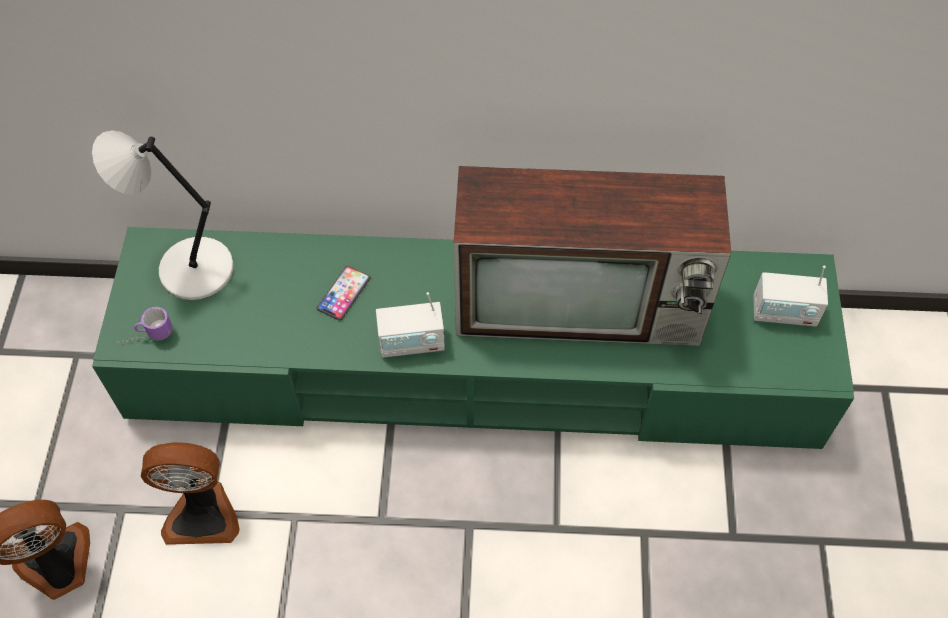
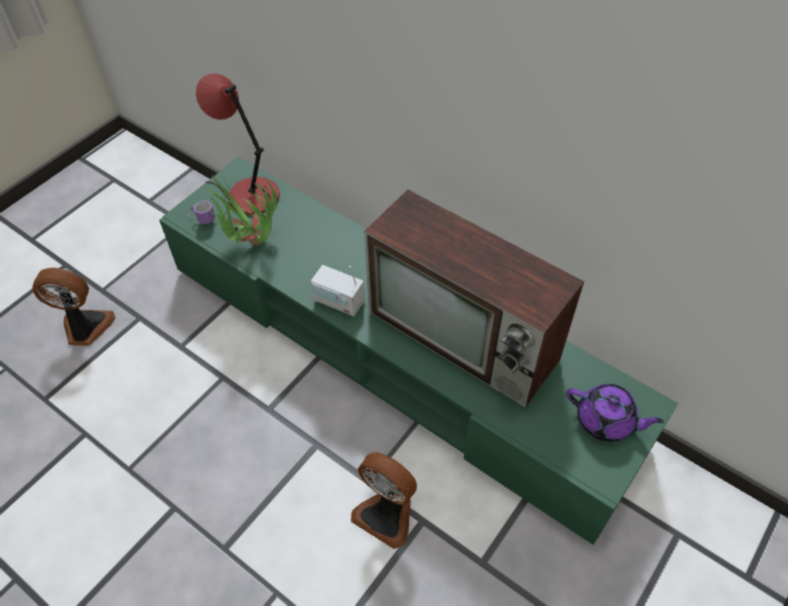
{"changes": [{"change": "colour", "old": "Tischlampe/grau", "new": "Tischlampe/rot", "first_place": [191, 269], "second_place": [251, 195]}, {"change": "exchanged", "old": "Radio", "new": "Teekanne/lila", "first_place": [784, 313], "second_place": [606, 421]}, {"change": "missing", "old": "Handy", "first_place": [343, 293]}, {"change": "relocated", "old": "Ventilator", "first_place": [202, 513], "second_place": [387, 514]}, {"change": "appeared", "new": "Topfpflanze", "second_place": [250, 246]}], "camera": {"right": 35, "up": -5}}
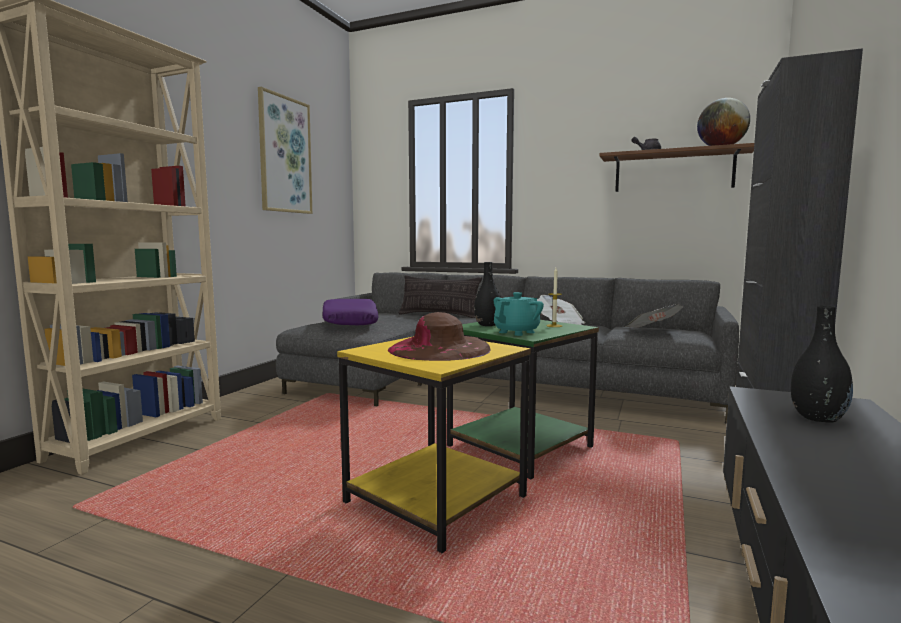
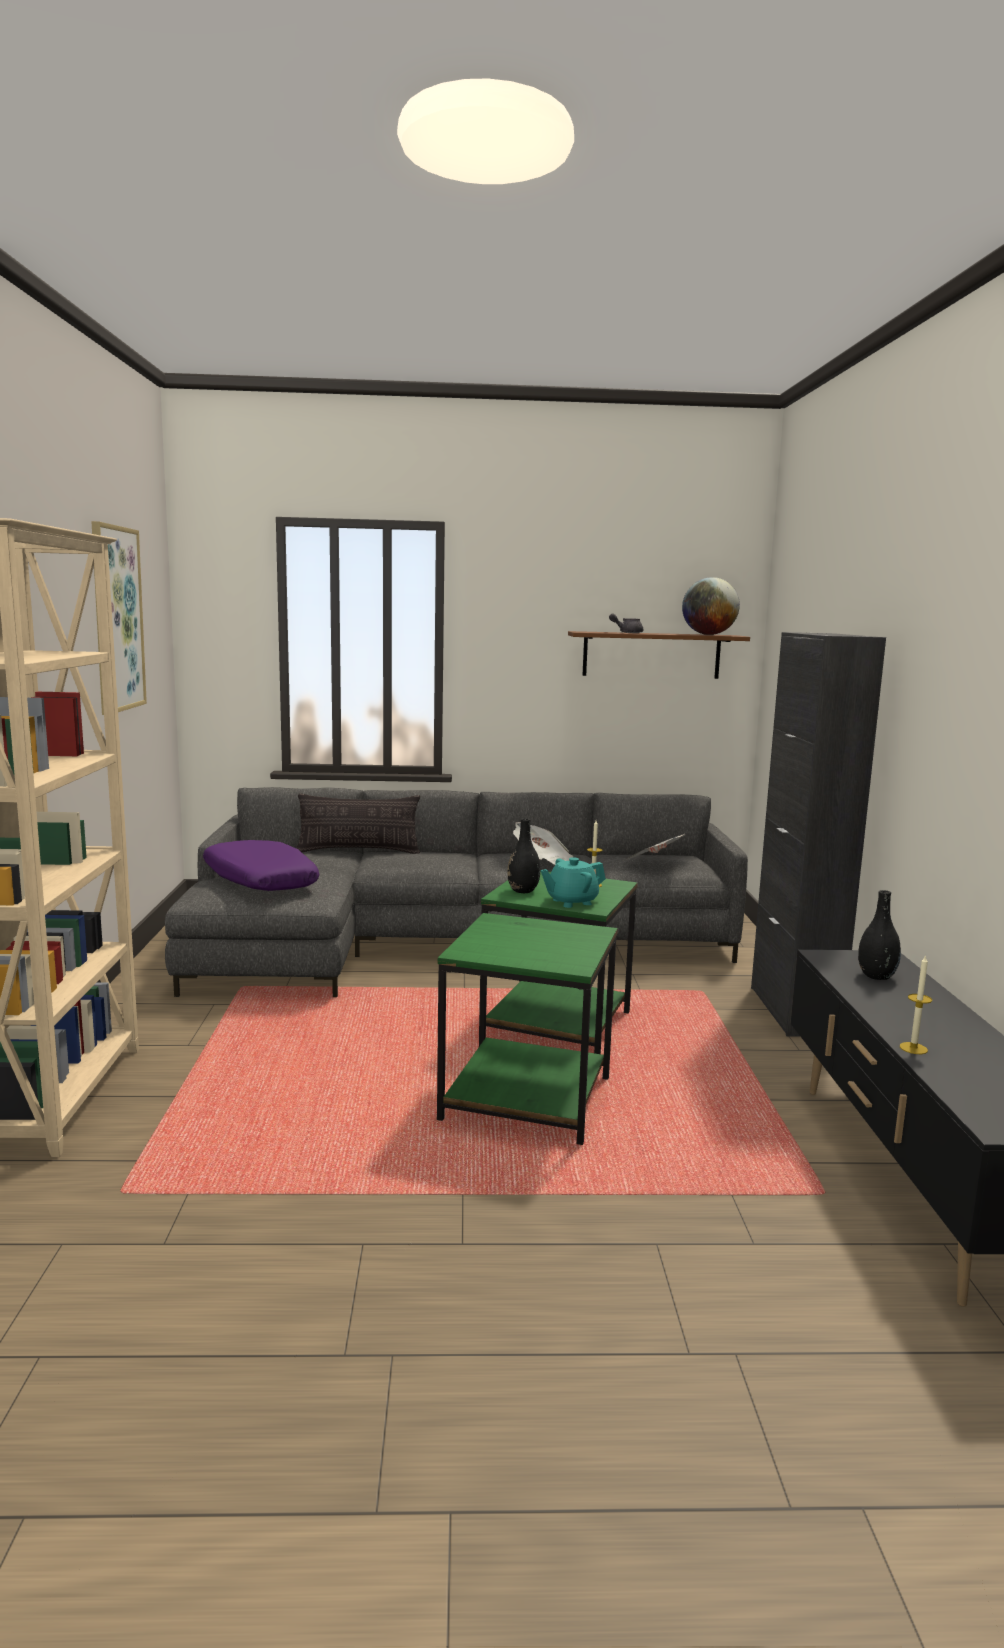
{"changes": [{"change": "spun", "old": "Teekanne/türkis", "first_place": [517, 332], "second_place": [571, 902], "degrees": -135}, {"change": "missing", "old": "Hut/braun", "first_place": [439, 349]}, {"change": "colour", "old": "Beistelltisch/gelb", "new": "Beistelltisch/grün", "first_place": [438, 500], "second_place": [529, 1098]}, {"change": "appeared", "new": "Kerze", "second_place": [913, 1048]}], "camera": {"right": -25, "up": 5}}
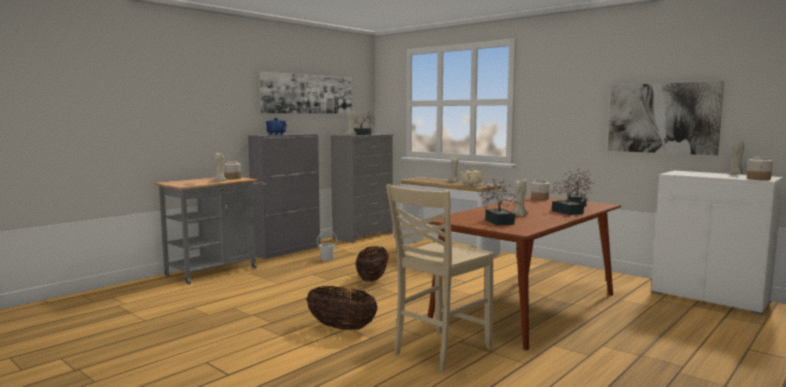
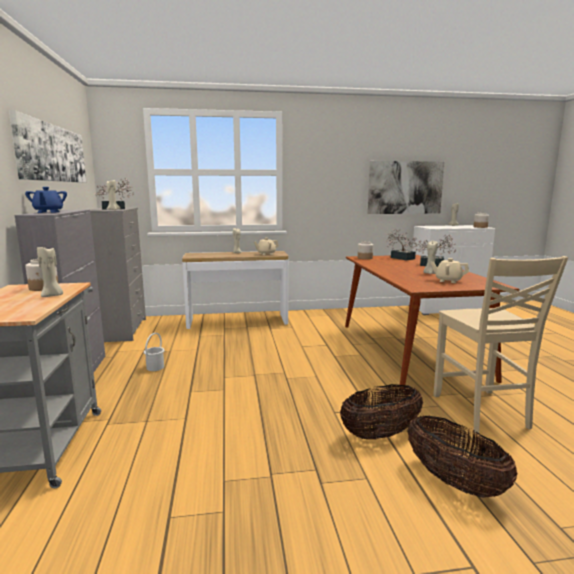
{"changes": [{"change": "exchanged", "old": "Topfpflanze", "new": "Teekanne/beige", "first_place": [498, 221], "second_place": [448, 281]}, {"change": "relocated", "old": "Korb", "first_place": [372, 279], "second_place": [454, 481]}], "camera": {"right": -50, "up": 5}}
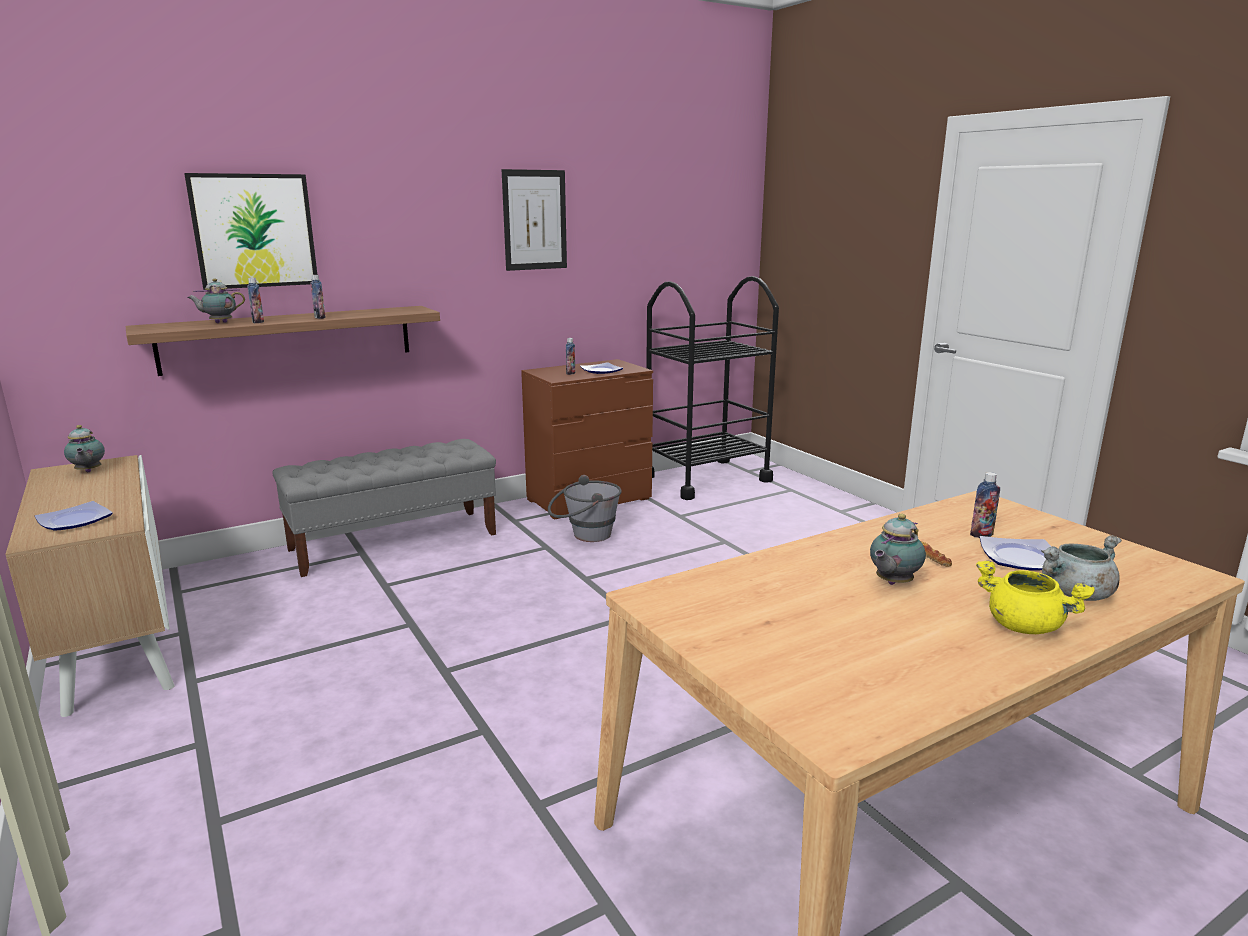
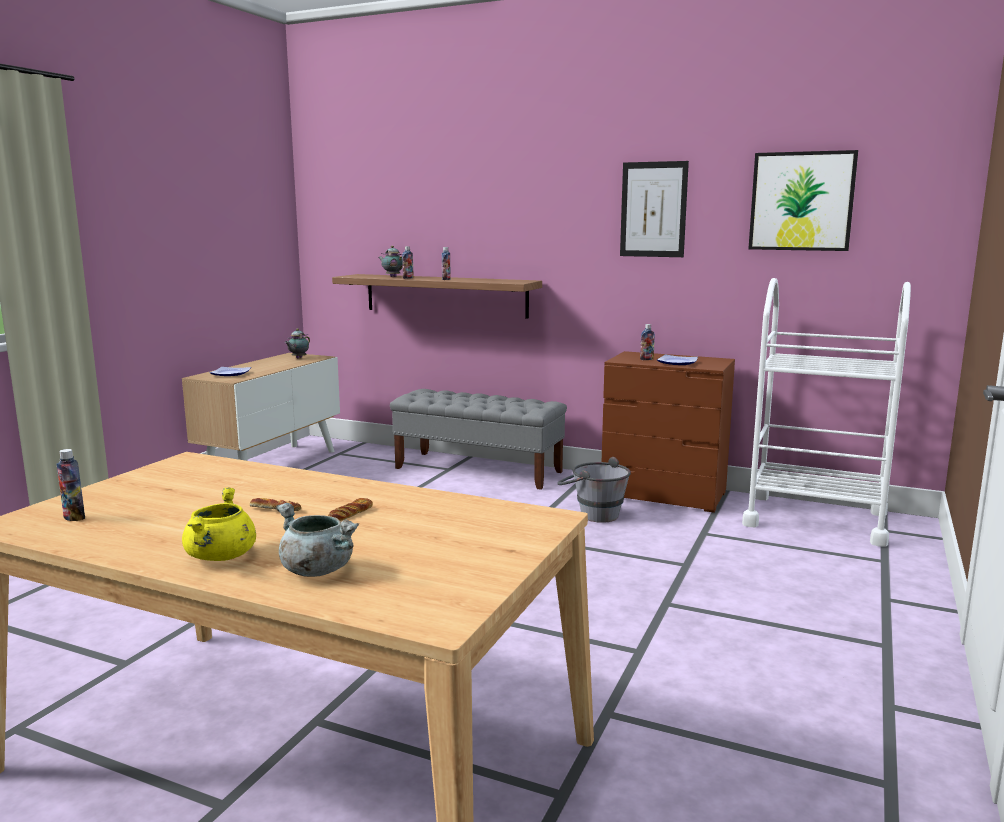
{"changes": [{"change": "relocated", "old": "Bild", "first_place": [254, 231], "second_place": [801, 201]}, {"change": "colour", "old": "Rollwagen/schwarz", "new": "Rollwagen/weiß", "first_place": [706, 479], "second_place": [815, 519]}, {"change": "relocated", "old": "Flasche", "first_place": [981, 534], "second_place": [74, 517]}, {"change": "exchanged", "old": "Teekanne", "new": "Brot", "first_place": [892, 583], "second_place": [275, 509]}, {"change": "missing", "old": "Teller", "first_place": [1022, 559]}], "camera": {"right": 55, "up": -5}}
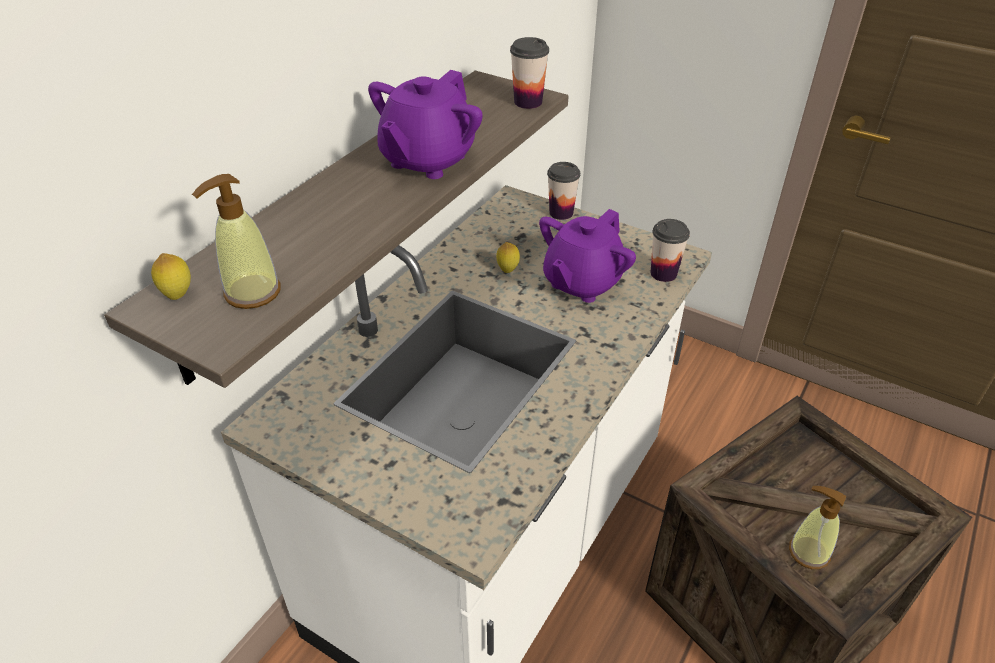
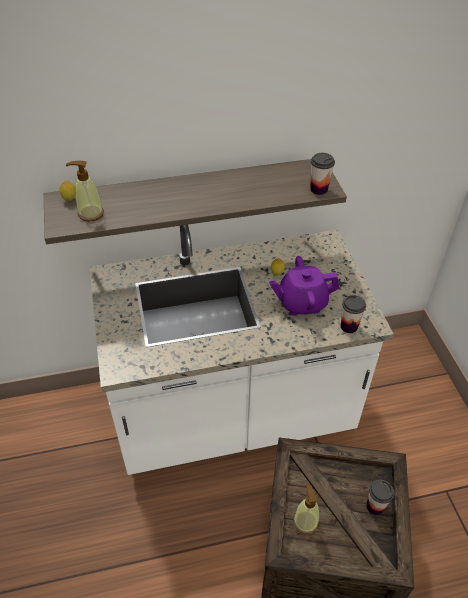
{"changes": [{"change": "missing", "old": "Teekanne/lila", "first_place": [427, 160]}, {"change": "relocated", "old": "Tasse", "first_place": [561, 213], "second_place": [375, 506]}], "camera": {"right": 45, "up": 5}}
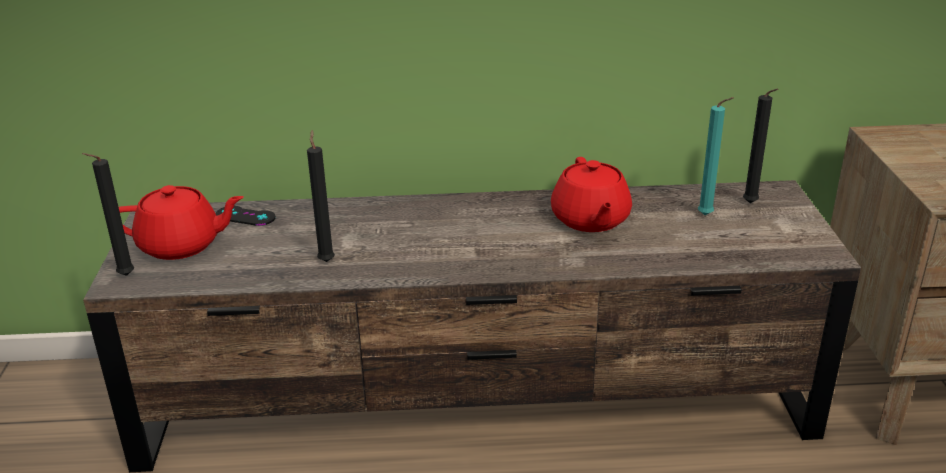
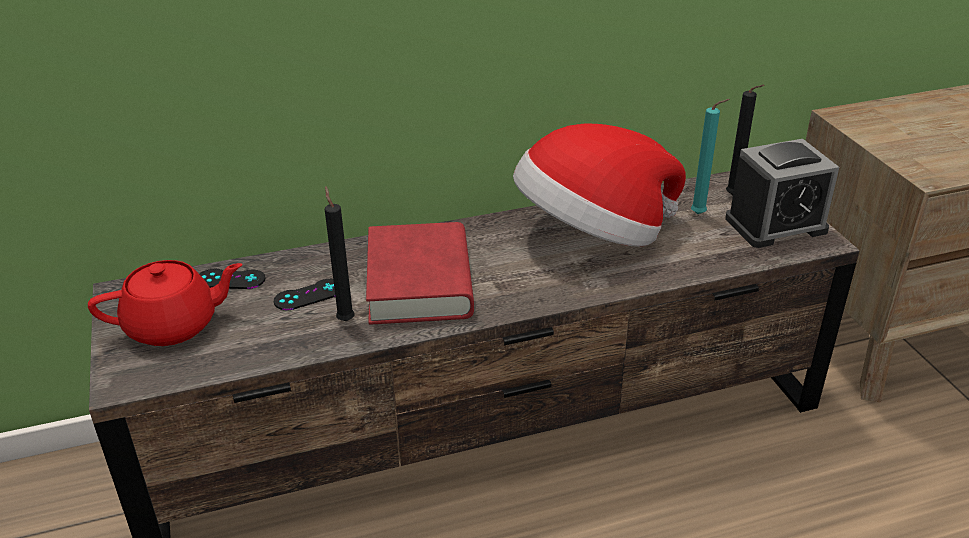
{"changes": [{"change": "missing", "old": "Kerze/schwarz", "first_place": [123, 276]}, {"change": "exchanged", "old": "Teekanne/rot", "new": "Hut", "first_place": [590, 220], "second_place": [593, 234]}, {"change": "appeared", "new": "Wecker", "second_place": [775, 225]}, {"change": "appeared", "new": "Buch/rot", "second_place": [419, 283]}, {"change": "appeared", "new": "Gamepad/schwarz", "second_place": [309, 295]}], "camera": {"right": -15, "up": 5}}
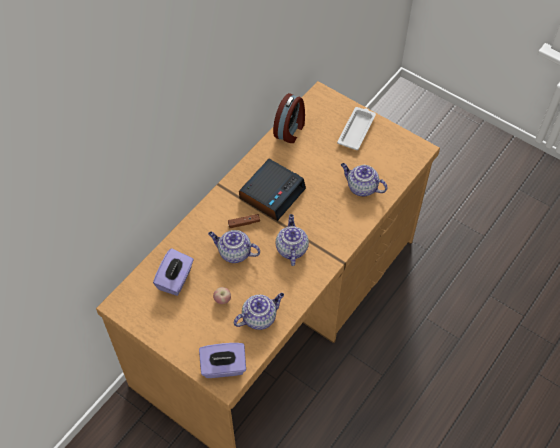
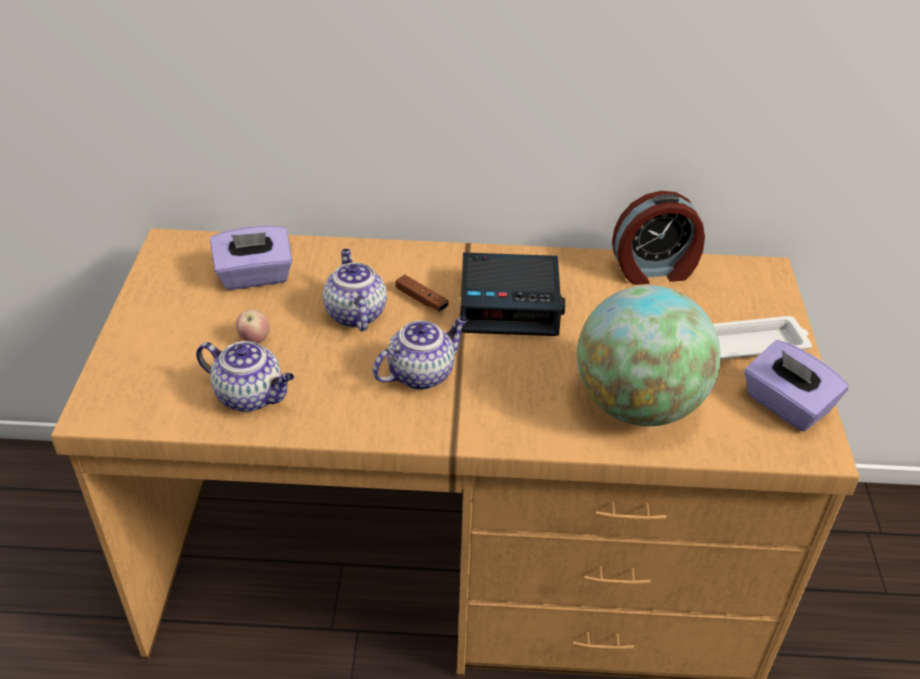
{"changes": [{"change": "exchanged", "old": "Teekanne", "new": "Globus", "first_place": [361, 187], "second_place": [637, 404]}, {"change": "relocated", "old": "Taschentuchbox/lila", "first_place": [223, 367], "second_place": [786, 405]}], "camera": {"right": 55, "up": -15}}
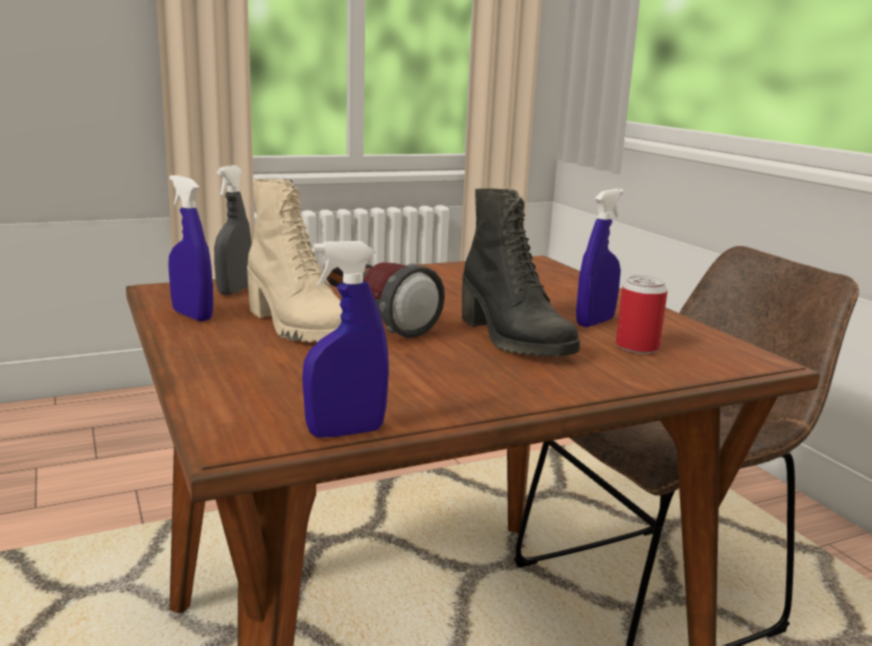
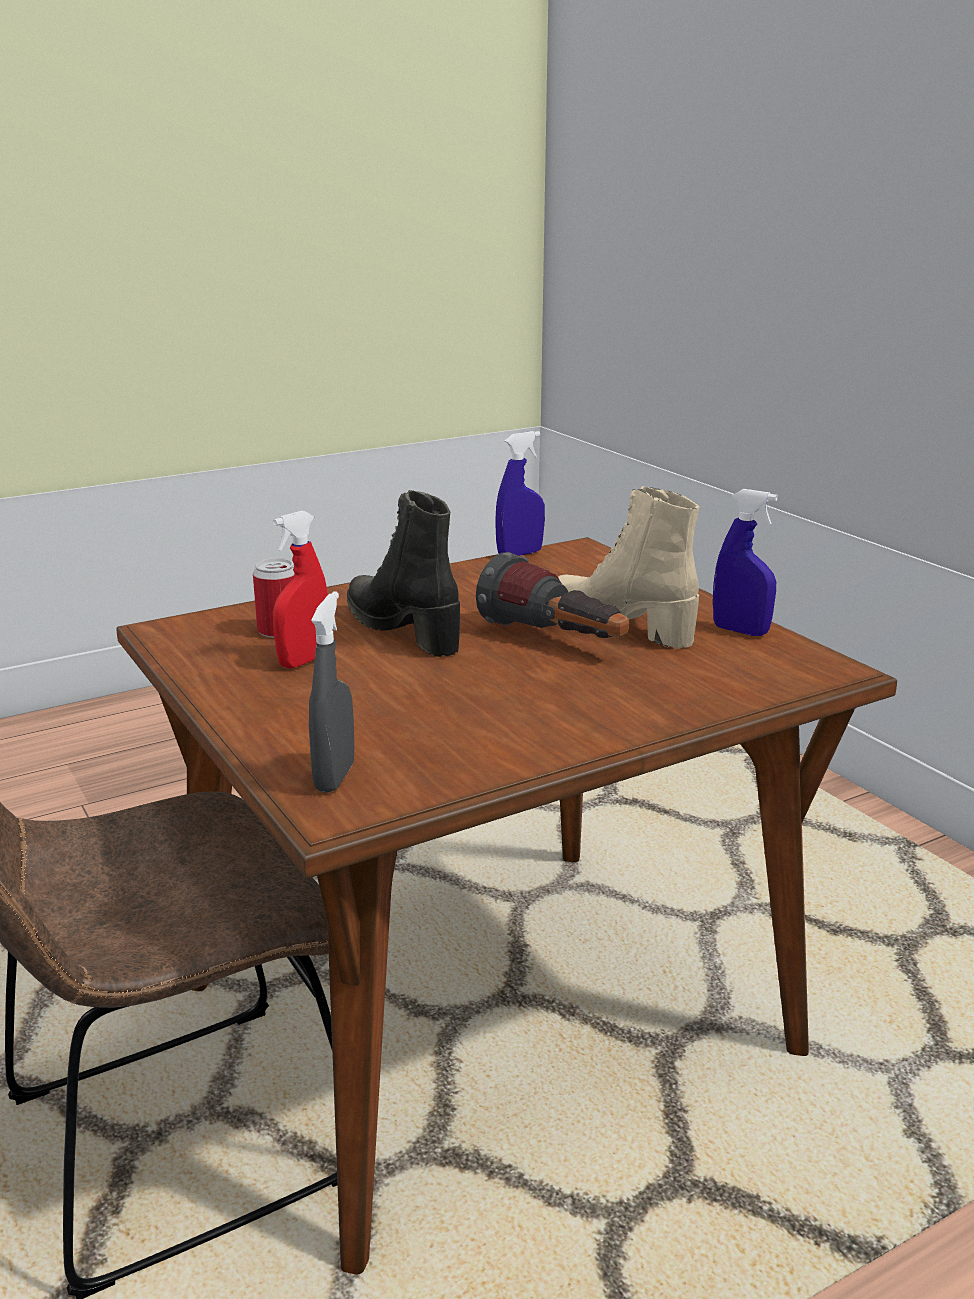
{"changes": [{"change": "relocated", "old": "Sprühflasche/grau", "first_place": [234, 291], "second_place": [334, 777]}, {"change": "colour", "old": "Sprühflasche/blau", "new": "Sprühflasche/rot", "first_place": [595, 322], "second_place": [304, 661]}], "camera": {"right": 175, "up": 5}}
